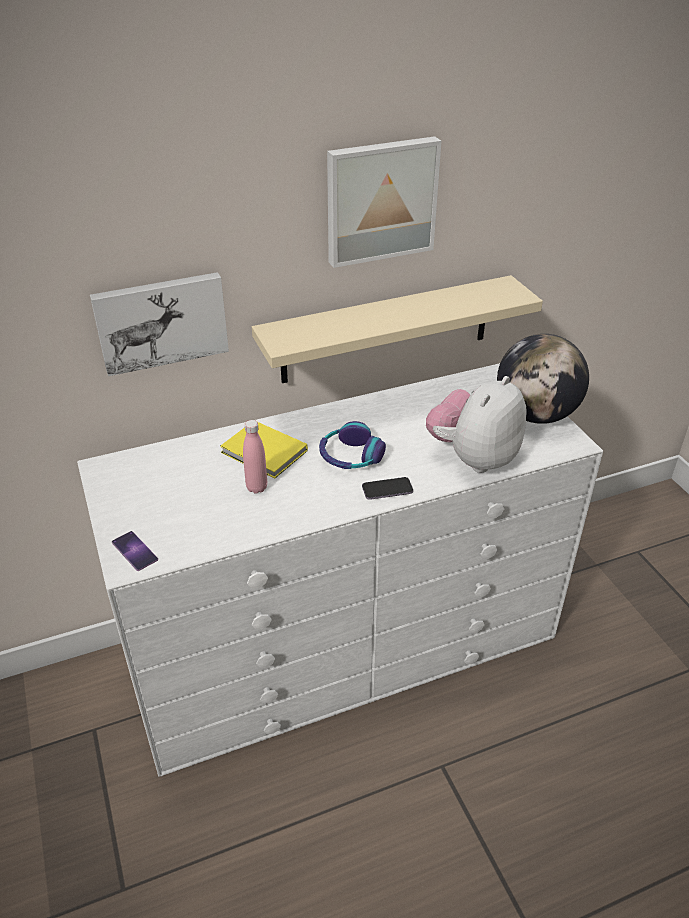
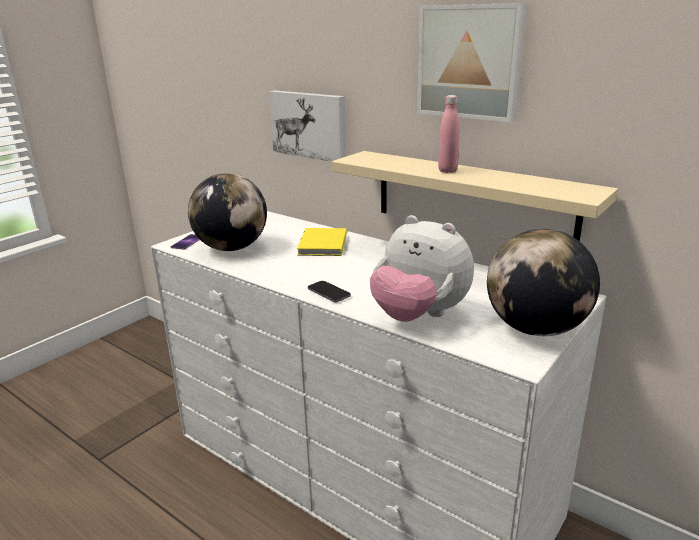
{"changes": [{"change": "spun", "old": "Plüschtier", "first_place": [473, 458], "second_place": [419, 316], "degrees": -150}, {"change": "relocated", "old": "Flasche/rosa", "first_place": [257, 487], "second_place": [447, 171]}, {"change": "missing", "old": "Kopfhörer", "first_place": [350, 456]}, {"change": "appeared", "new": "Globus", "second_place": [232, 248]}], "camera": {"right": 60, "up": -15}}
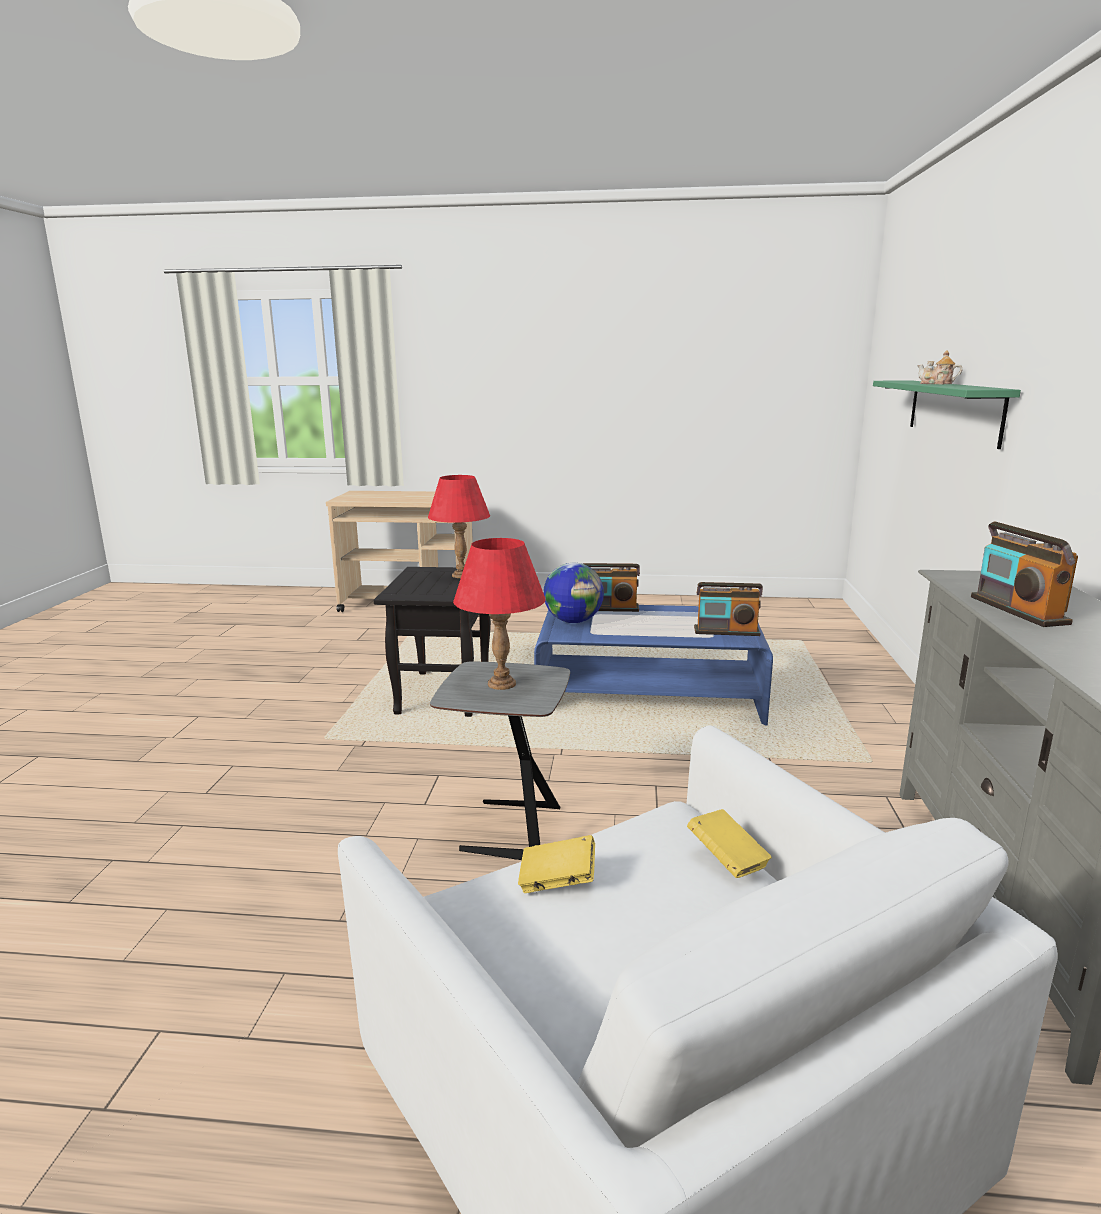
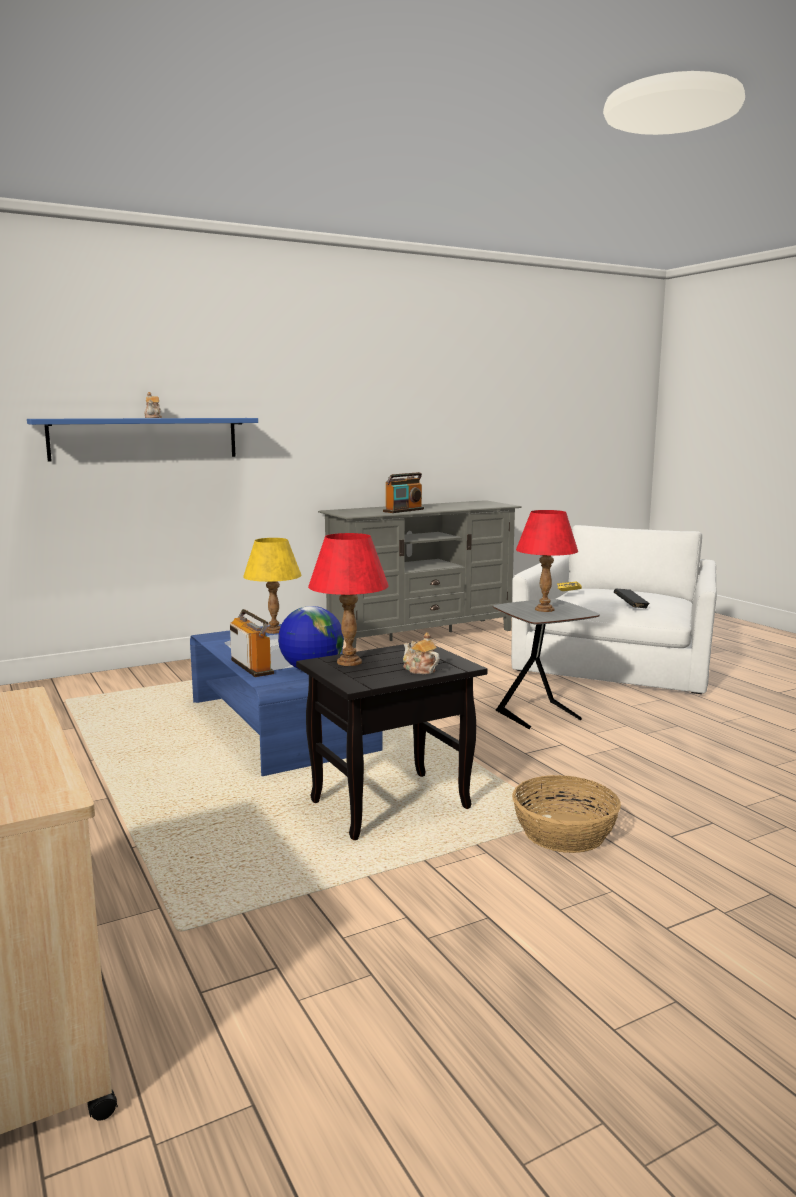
{"changes": [{"change": "colour", "old": "Wandregal/grün", "new": "Wandregal/blau", "first_place": [953, 410], "second_place": [144, 438]}, {"change": "exchanged", "old": "Radio", "new": "Tischlampe/gelb", "first_place": [726, 631], "second_place": [273, 631]}, {"change": "colour", "old": "Buch/gelb", "new": "Buch/schwarz", "first_place": [557, 881], "second_place": [630, 606]}, {"change": "appeared", "new": "Teekanne", "second_place": [419, 670]}, {"change": "appeared", "new": "Korb", "second_place": [563, 833]}], "camera": {"right": -125, "up": -5}}
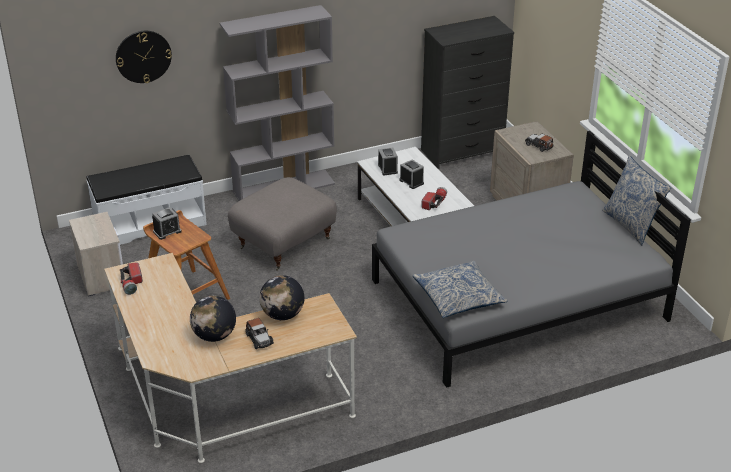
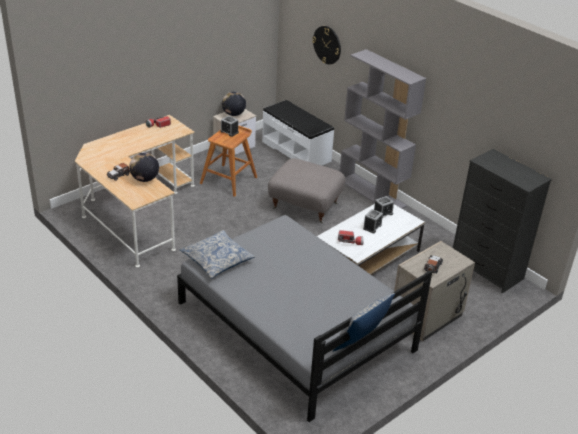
{"changes": [{"change": "relocated", "old": "Globus", "first_place": [214, 336], "second_place": [233, 114]}], "camera": {"right": 70, "up": 0}}
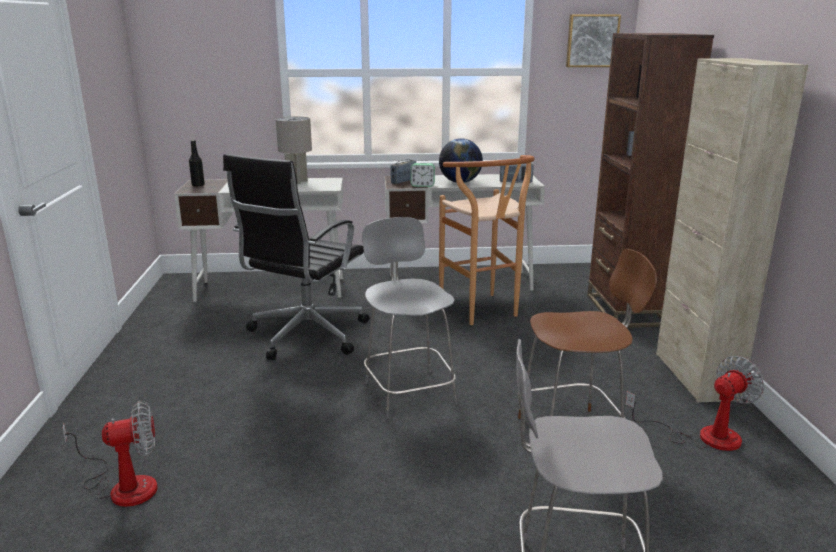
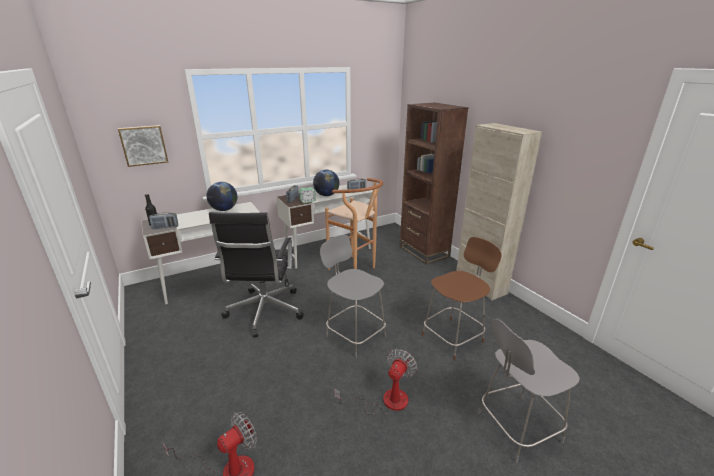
{"changes": [{"change": "relocated", "old": "Bild", "first_place": [592, 41], "second_place": [144, 145]}, {"change": "exchanged", "old": "Tischlampe/grau", "new": "Globus", "first_place": [297, 181], "second_place": [224, 210]}, {"change": "relocated", "old": "Ventilator", "first_place": [703, 436], "second_place": [385, 401]}, {"change": "appeared", "new": "Radio", "second_place": [165, 227]}], "camera": {"right": -25, "up": 5}}
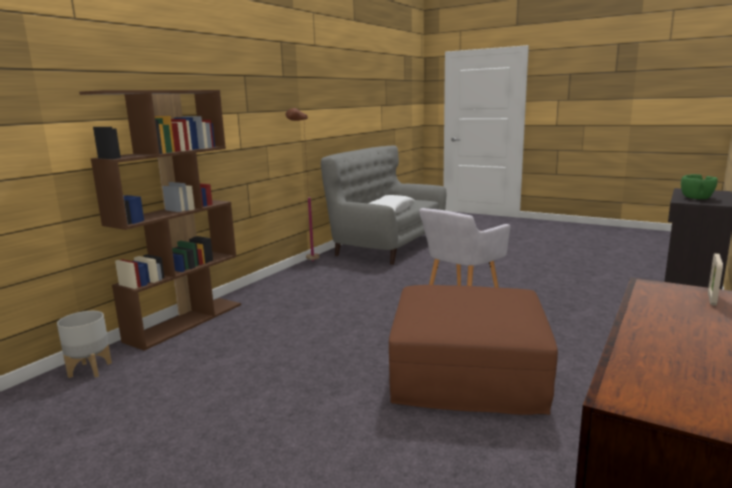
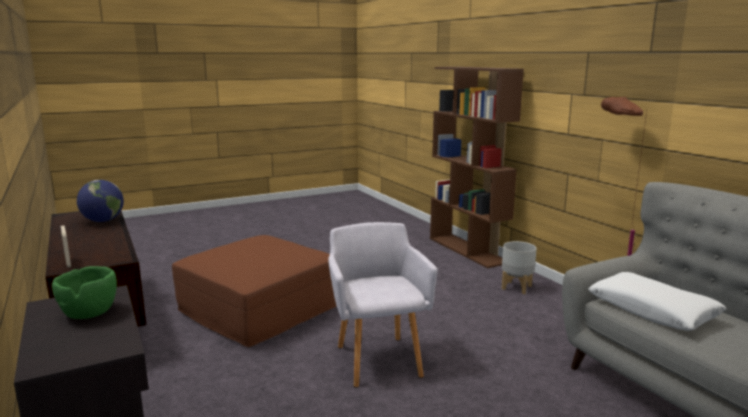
{"changes": [{"change": "relocated", "old": "Pflanzkübel/grau", "first_place": [90, 370], "second_place": [516, 287]}, {"change": "appeared", "new": "Globus", "second_place": [103, 221]}], "camera": {"right": 120, "up": 0}}
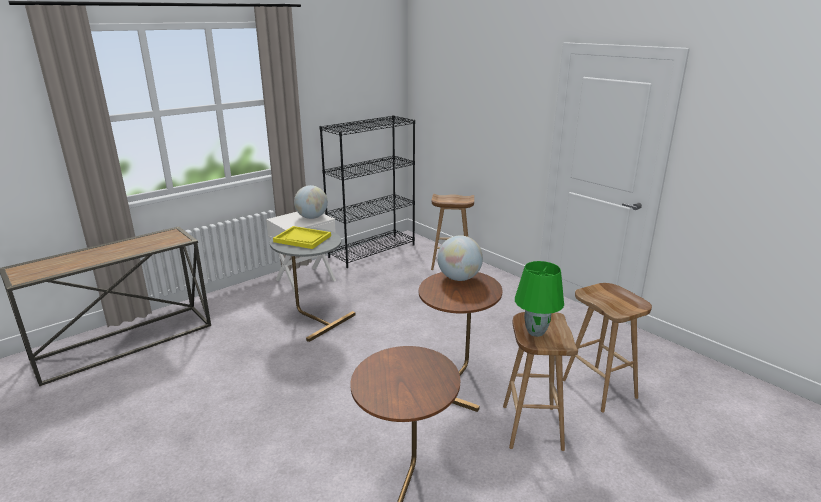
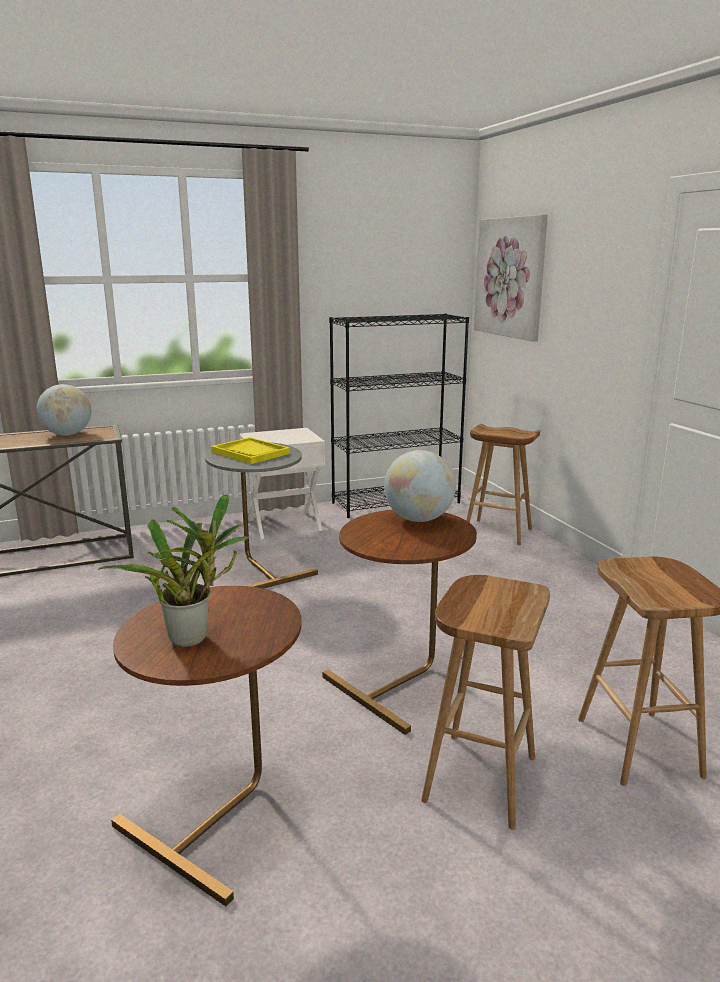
{"changes": [{"change": "relocated", "old": "Globus", "first_place": [312, 217], "second_place": [67, 434]}, {"change": "missing", "old": "Tischlampe/grün", "first_place": [536, 332]}, {"change": "appeared", "new": "Bild", "second_place": [510, 277]}, {"change": "appeared", "new": "Topfpflanze", "second_place": [194, 637]}], "camera": {"right": 20, "up": -5}}
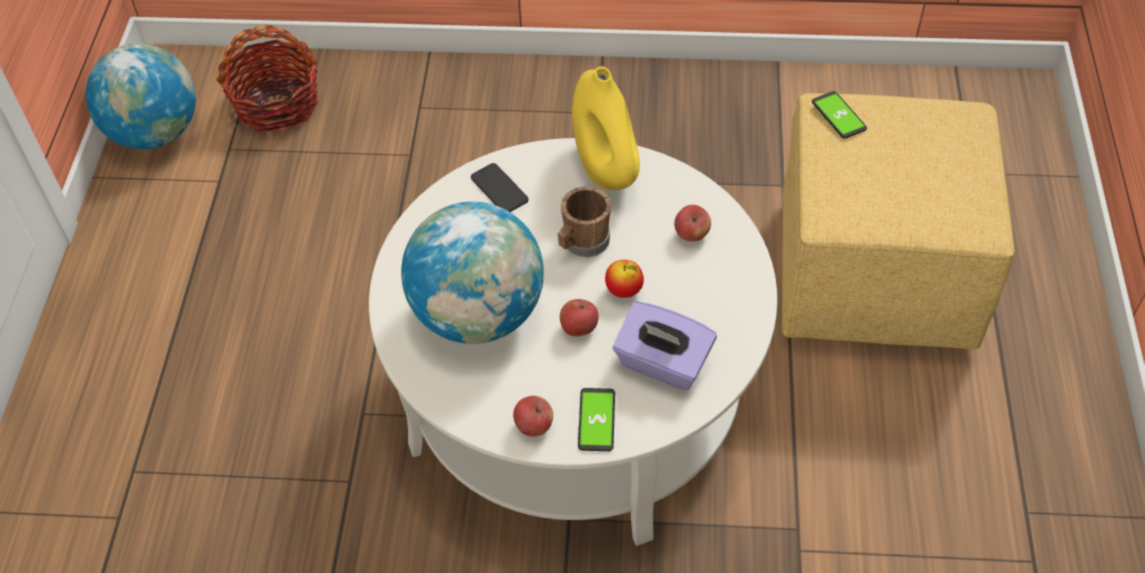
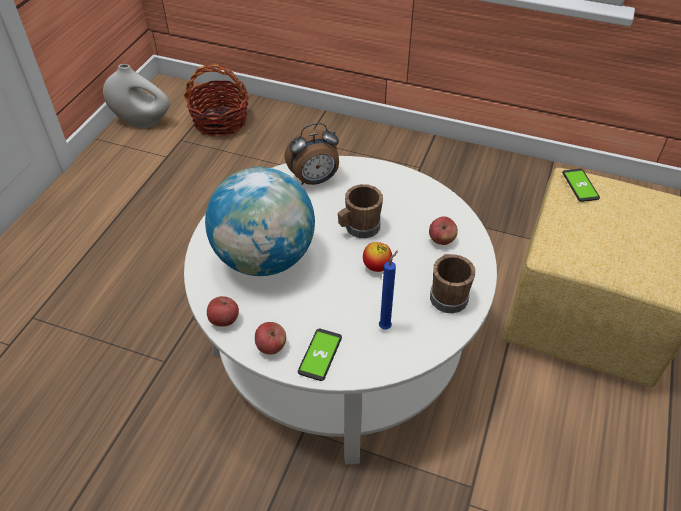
{"changes": [{"change": "exchanged", "old": "Globus", "new": "Vase/weiß", "first_place": [155, 133], "second_place": [142, 122]}, {"change": "missing", "old": "Vase/gelb", "first_place": [606, 170]}, {"change": "exchanged", "old": "Handy", "new": "Wecker", "first_place": [499, 189], "second_place": [315, 180]}, {"change": "relocated", "old": "Apfel", "first_place": [579, 328], "second_place": [224, 320]}, {"change": "exchanged", "old": "Taschentuchbox/lila", "new": "Kerze/blau", "first_place": [662, 363], "second_place": [386, 326]}, {"change": "appeared", "new": "Henkelbecher/braun", "second_place": [448, 295]}], "camera": {"right": 15, "up": -5}}
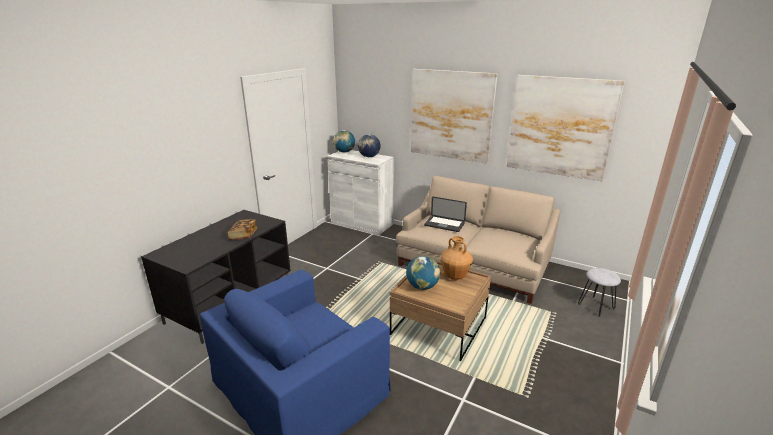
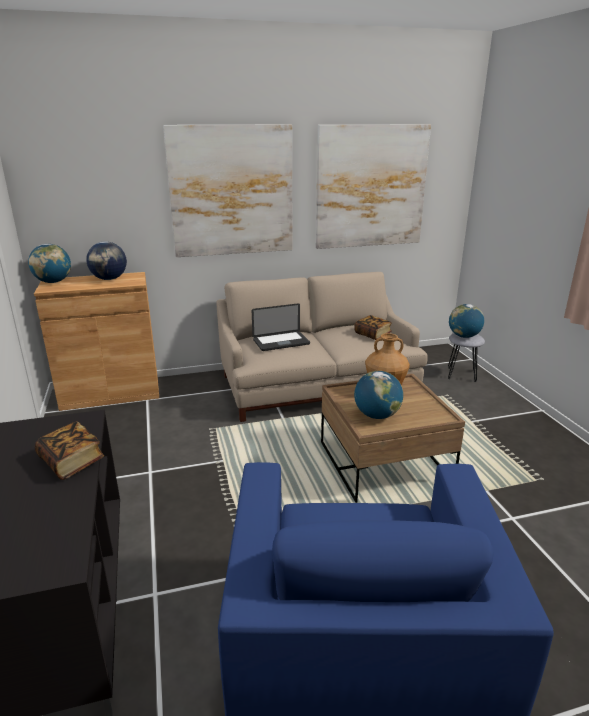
{"changes": [{"change": "colour", "old": "Schrank/weiß", "new": "Schrank/braun", "first_place": [362, 223], "second_place": [111, 393]}, {"change": "appeared", "new": "Globus", "second_place": [464, 336]}, {"change": "appeared", "new": "Buch", "second_place": [372, 334]}], "camera": {"right": -45, "up": 0}}
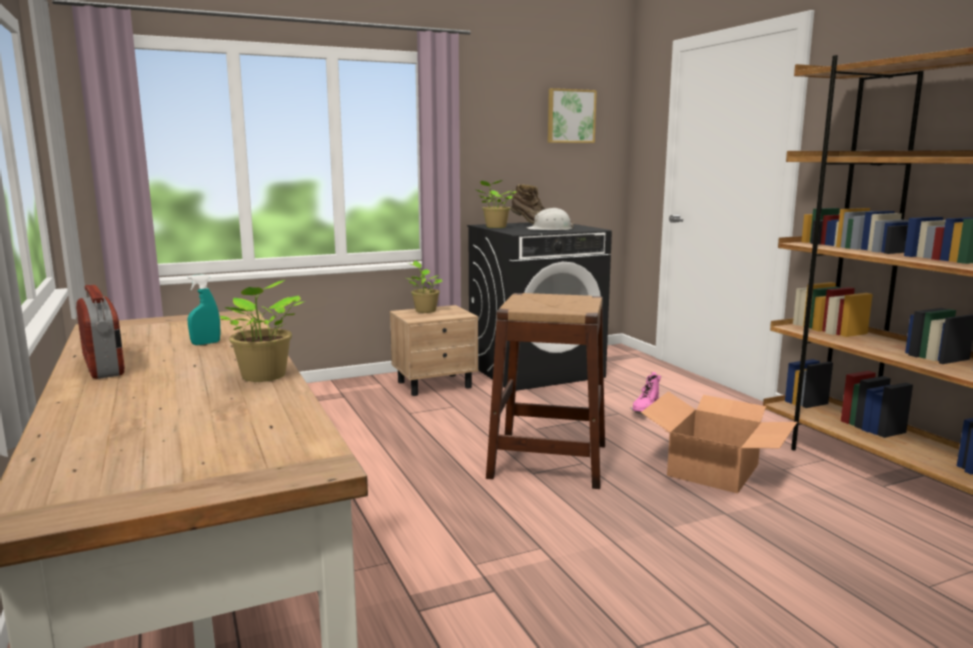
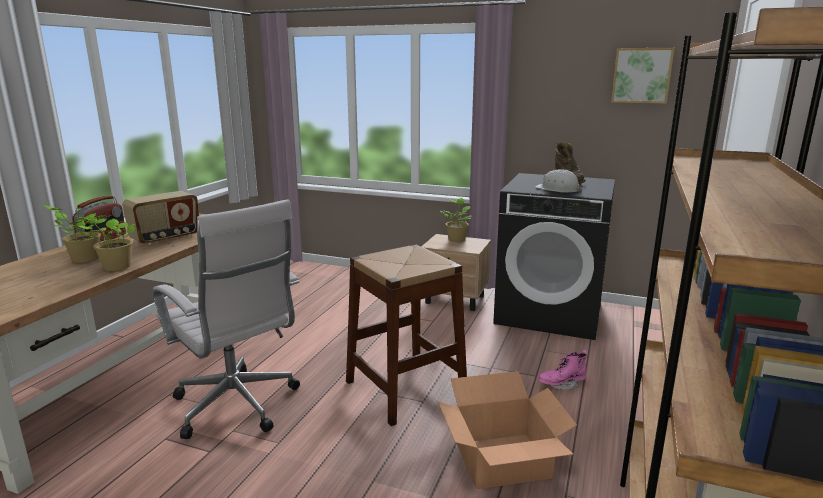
{"changes": [{"change": "relocated", "old": "Topfpflanze", "first_place": [495, 227], "second_place": [83, 259]}, {"change": "exchanged", "old": "Sprühflasche/türkis", "new": "Radio", "first_place": [206, 343], "second_place": [166, 238]}, {"change": "appeared", "new": "Bürostuhl/weiß", "second_place": [238, 407]}], "camera": {"right": 45, "up": 5}}
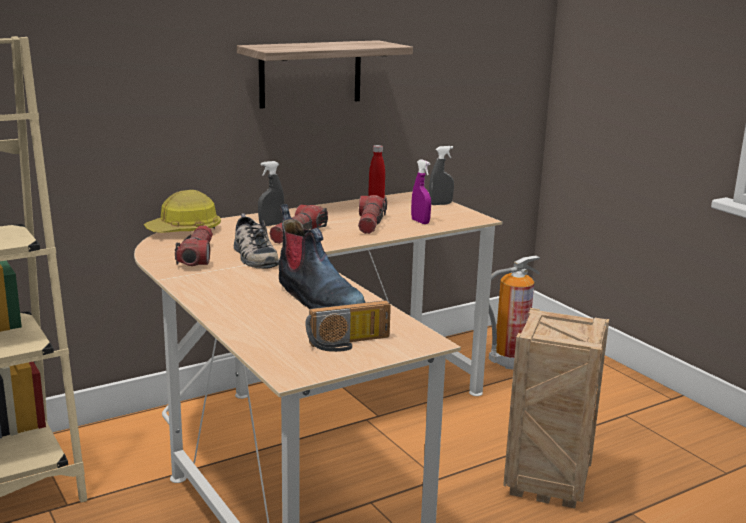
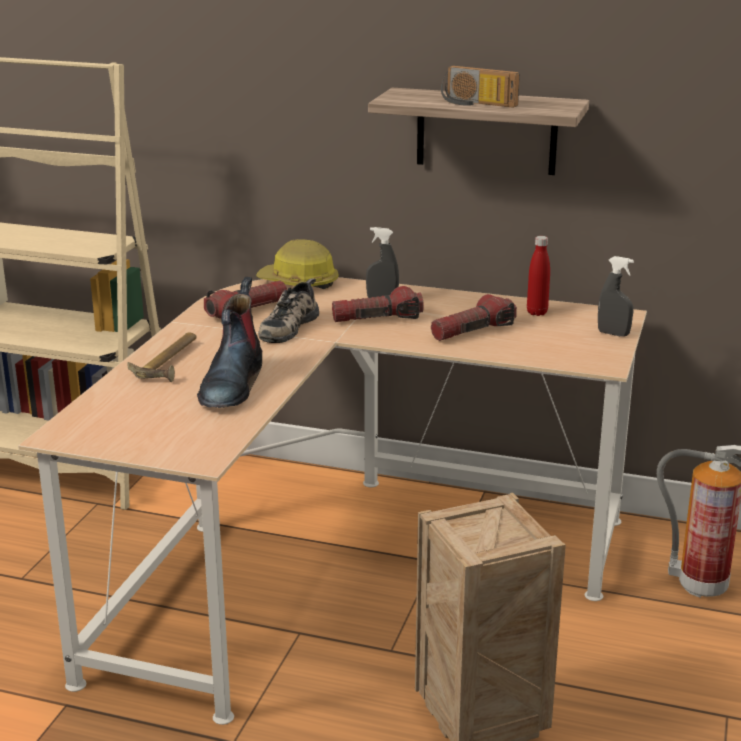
{"changes": [{"change": "missing", "old": "Sprühflasche/lila", "first_place": [420, 222]}, {"change": "relocated", "old": "Radio", "first_place": [349, 344], "second_place": [476, 104]}, {"change": "appeared", "new": "Hammer", "second_place": [171, 362]}], "camera": {"right": 50, "up": 5}}
